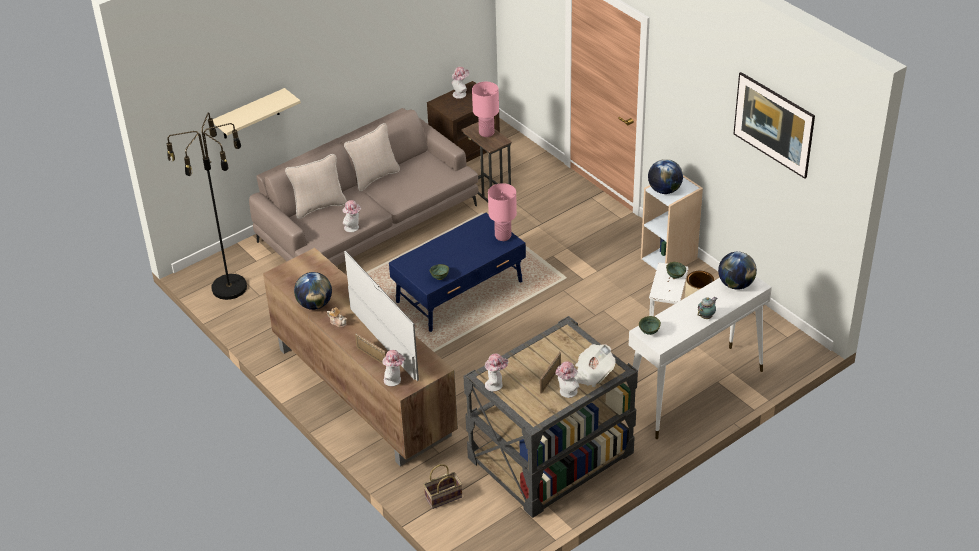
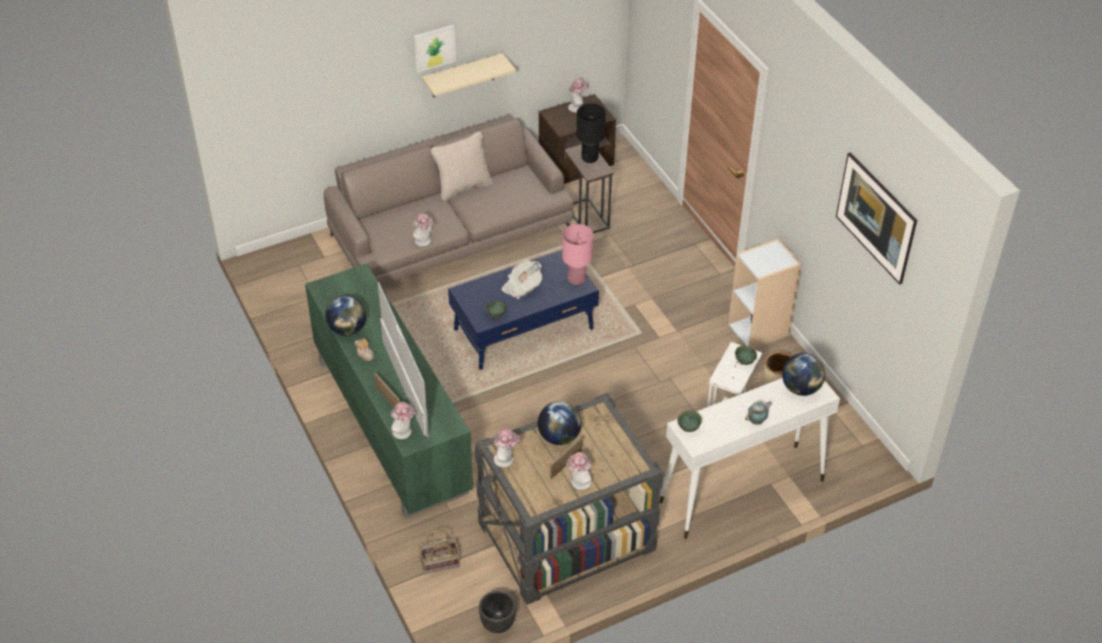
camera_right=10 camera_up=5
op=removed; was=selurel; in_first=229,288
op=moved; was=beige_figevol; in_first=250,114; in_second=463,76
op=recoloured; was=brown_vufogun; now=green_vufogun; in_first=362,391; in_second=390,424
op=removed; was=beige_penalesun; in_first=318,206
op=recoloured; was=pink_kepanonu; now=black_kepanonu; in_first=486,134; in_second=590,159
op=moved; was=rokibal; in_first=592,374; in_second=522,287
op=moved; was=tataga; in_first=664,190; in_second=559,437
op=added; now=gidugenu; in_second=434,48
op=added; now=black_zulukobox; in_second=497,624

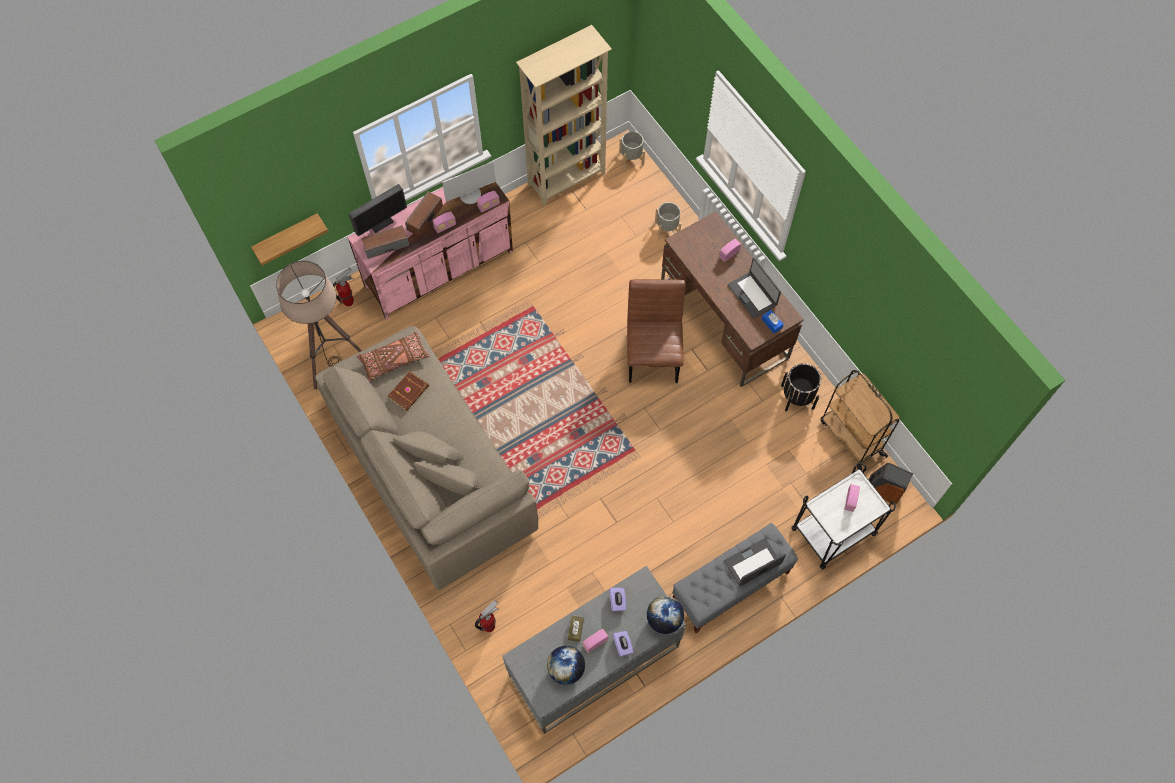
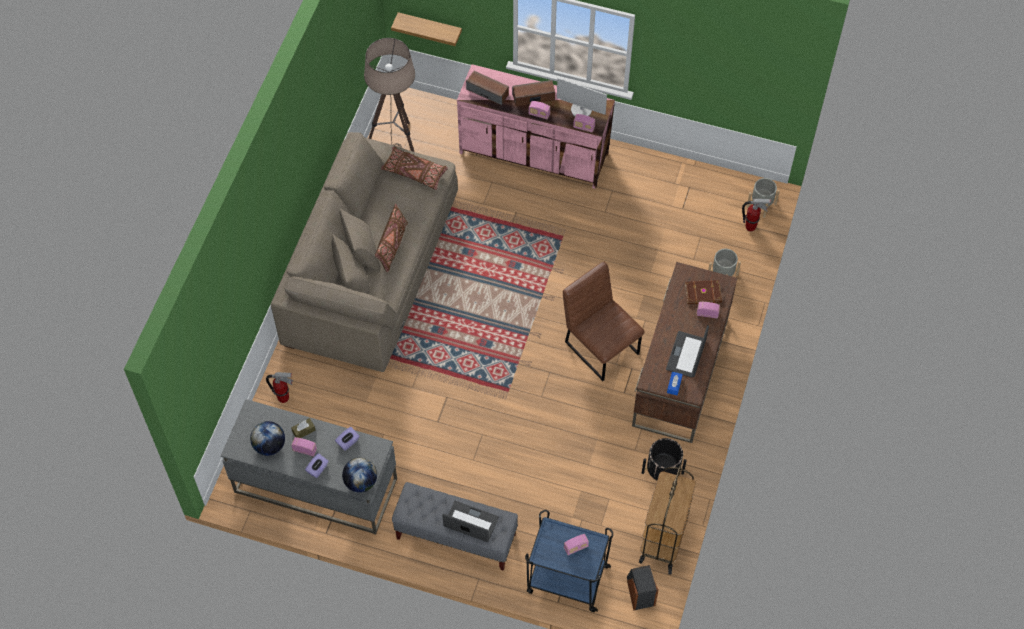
camera_right=50 camera_up=-5
op=moved; was=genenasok; in_first=349,301; in_second=751,227
op=removed; was=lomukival; in_first=382,224
op=moved; was=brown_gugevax; in_first=409,392; in_second=703,294
op=removed; was=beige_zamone; in_first=567,179
op=turned; was=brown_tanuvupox; in_first=653,355; in_second=600,346; clockwise=-90
op=recoloured; was=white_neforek; now=blue_neforek; in_first=832,532; in_second=566,579
op=added; now=brown_penalesun; in_second=392,246

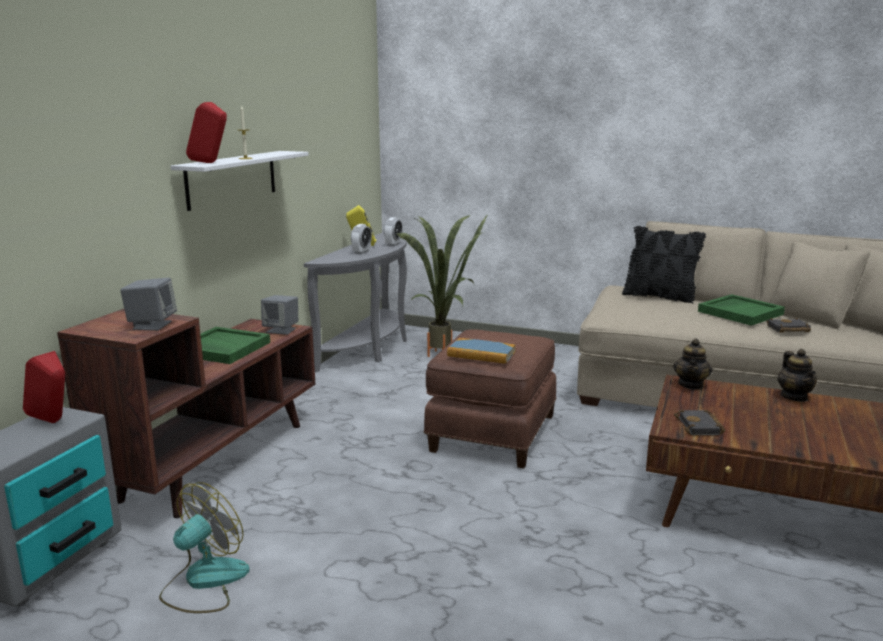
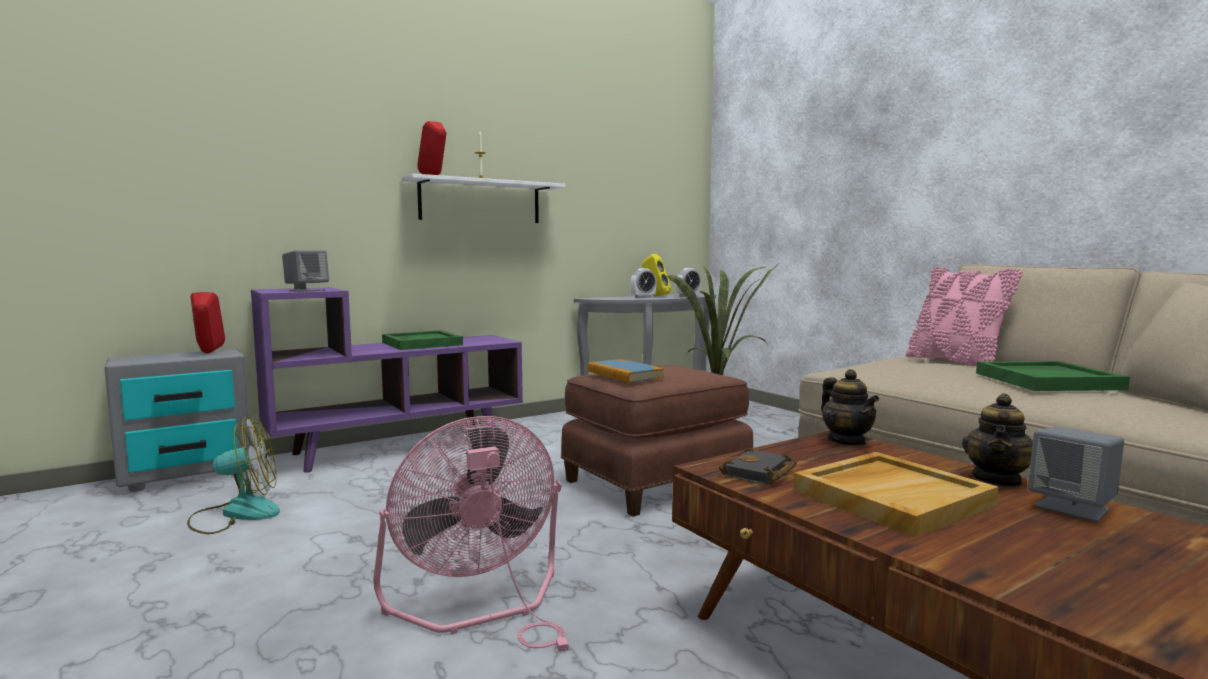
camera_right=35 camera_up=-10
op=recoloured; was=brown_vufogun; now=purple_vufogun; in_first=217,459; in_second=400,446
op=moved; was=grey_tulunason; in_first=281,330; in_second=1073,508
op=recoloured; was=black_penalesun; now=pink_penalesun; in_first=660,297; in_second=956,362
op=turned; was=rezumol; in_first=691,385; in_second=847,441; clockwise=-75
op=removed; was=black_gugevax; in_first=787,329
op=added; now=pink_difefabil; in_second=489,608
op=added; now=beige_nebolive; in_second=891,497

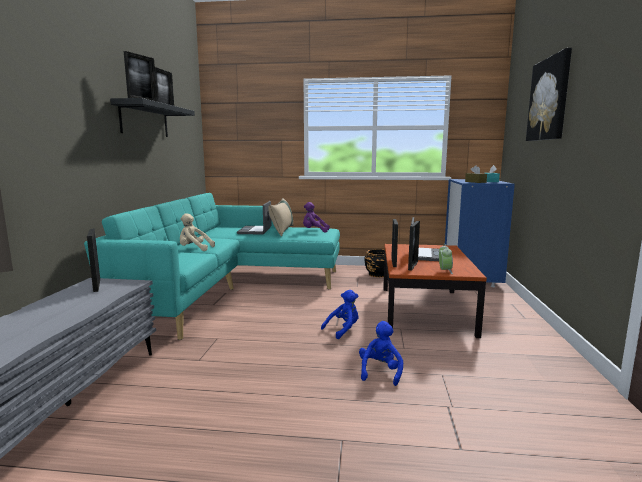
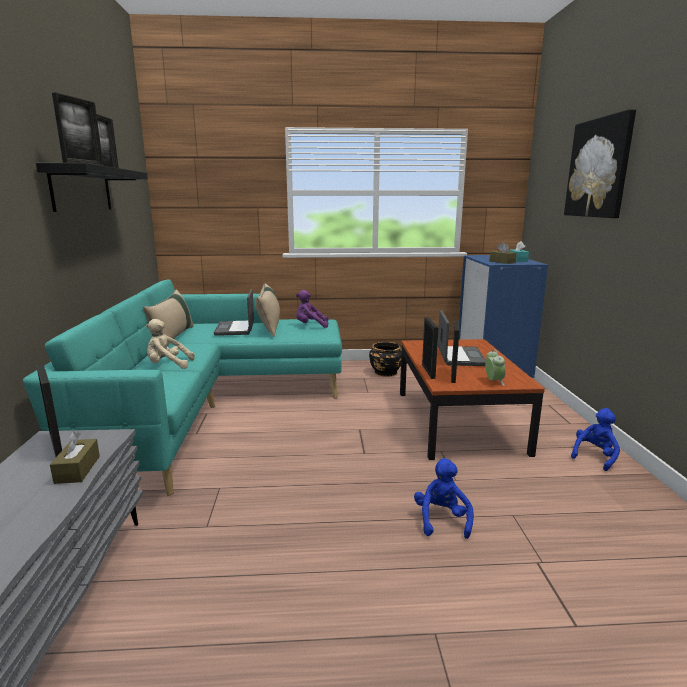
camera_right=-10 camera_up=5
op=moved; was=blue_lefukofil; in_first=343,330; in_second=595,456
op=added; now=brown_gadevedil; in_second=77,469
op=added; now=beige_penalesun; in_second=173,337

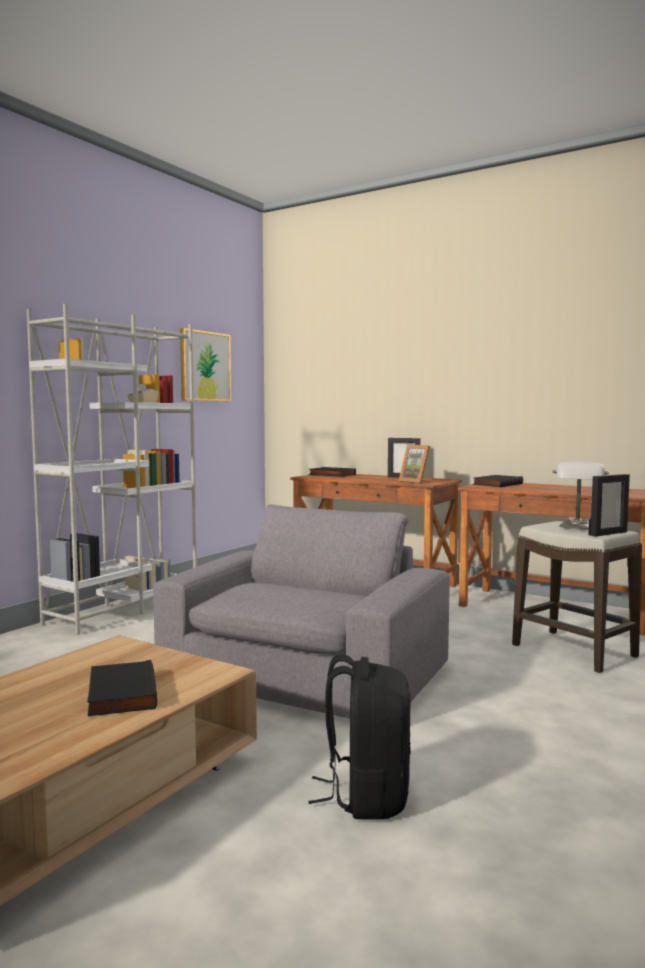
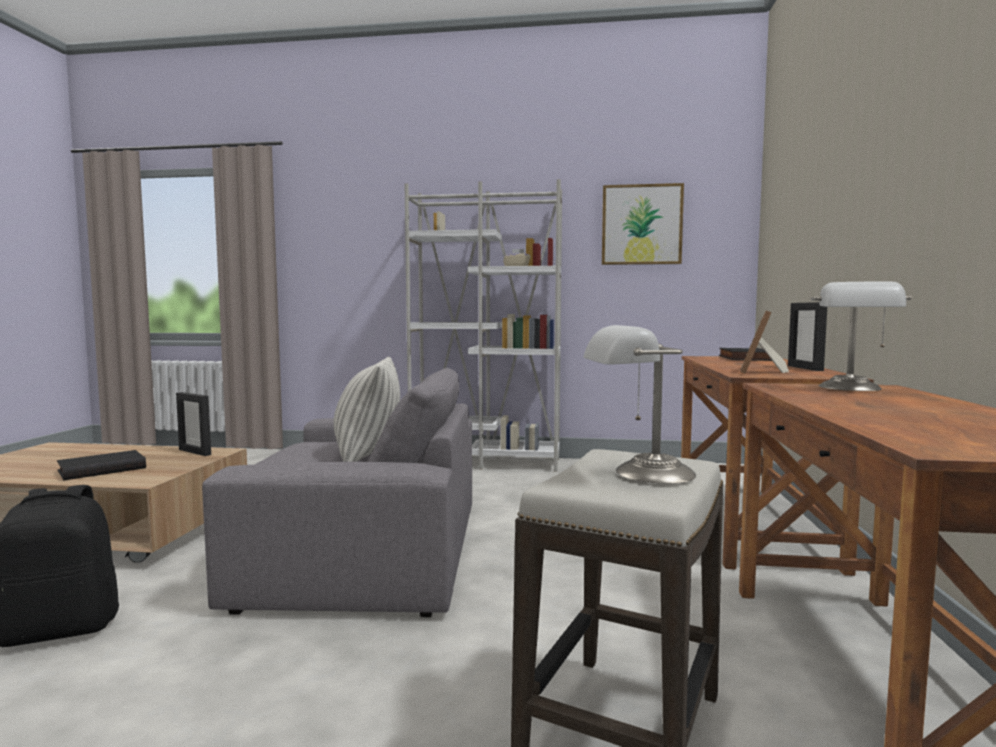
camera_right=65 camera_up=0
op=replaced; was=black_gugevax; now=white_kepanonu; in_first=497,484; in_second=854,389
op=moved; was=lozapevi; in_first=607,533; in_second=196,452
op=added; now=penalesun; in_second=367,456

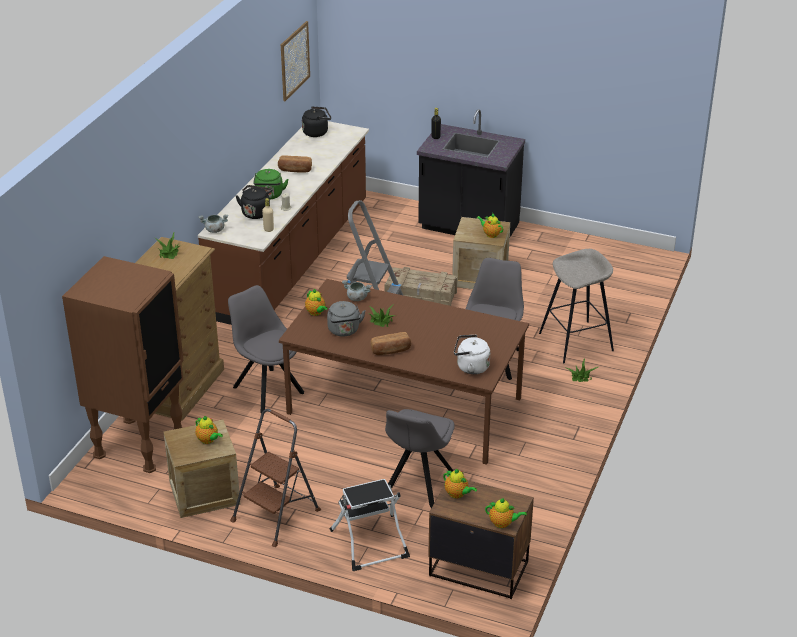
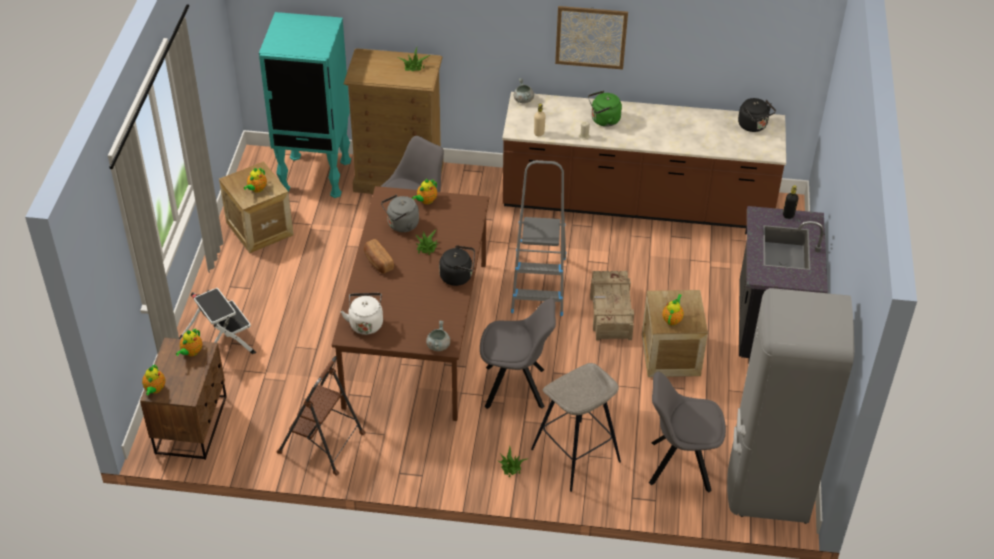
camera_right=75 camera_up=10
op=recoloured; was=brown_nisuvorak; now=turquoise_nisuvorak; in_first=141,443; in_second=315,176
op=moved; was=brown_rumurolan; in_first=277,513; in_second=323,443
op=moved; was=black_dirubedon; in_first=256,212; in_second=458,276
op=removed; was=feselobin; in_first=295,170
op=moved; was=gidugenu; in_first=294,60; in_second=591,36
op=moved; was=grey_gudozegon; in_first=356,298; in_second=438,345
op=moved; was=grey_tanuvupox; in_first=418,483; in_second=680,466
op=added; now=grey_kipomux; in_second=766,488

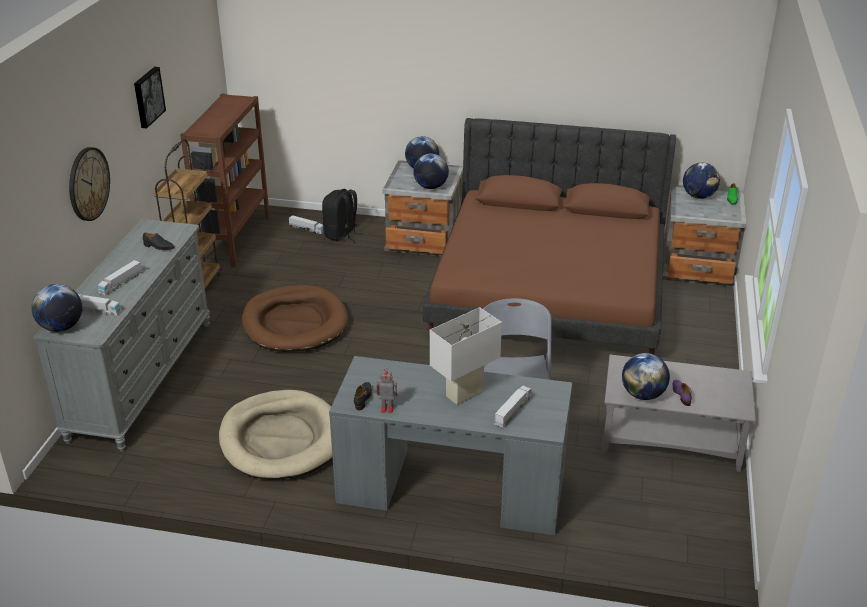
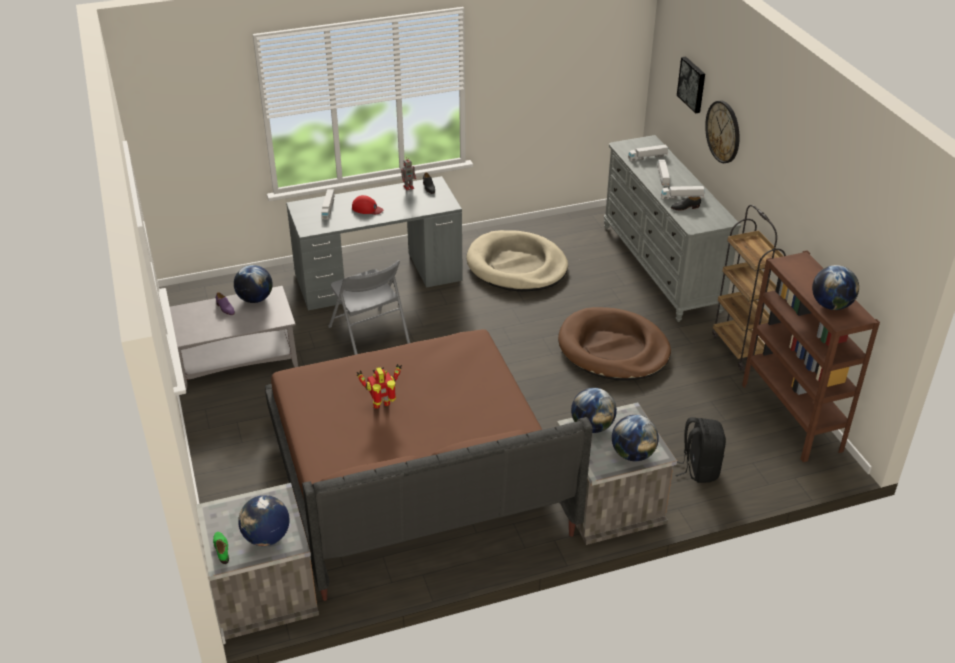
camera_right=150 camera_up=5
op=moved; was=tataga; in_first=62,327; in_second=831,305
op=moved; was=gidugenu; in_first=147,97; in_second=692,84
op=moved; was=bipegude; in_first=306,229; in_second=682,197
op=replaced; was=white_kepanonu; now=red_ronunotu; in_first=464,394; in_second=367,208
op=added; now=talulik; in_second=382,405

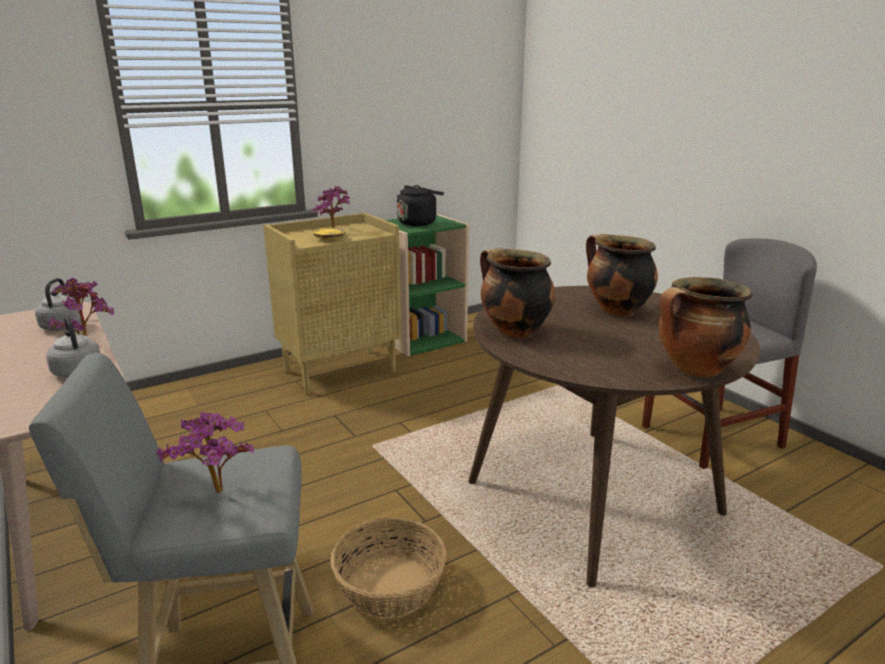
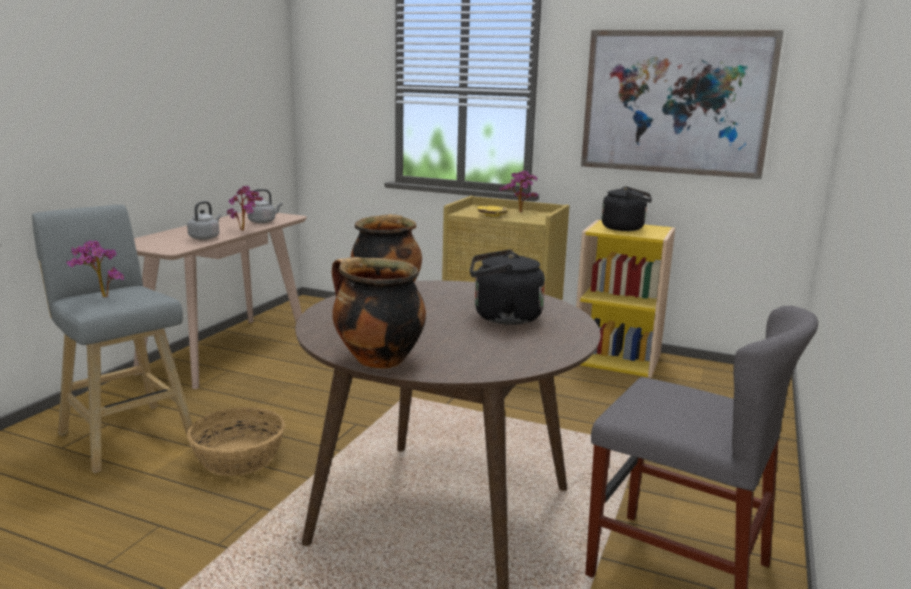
camera_right=55 camera_up=-5
op=recoloured; was=green_zamone; now=yellow_zamone; in_first=423,338; in_second=618,359
op=replaced; was=gudozegon; now=black_dirubedon; in_first=615,310; in_second=502,317
op=added; now=gidugenu; in_second=675,103

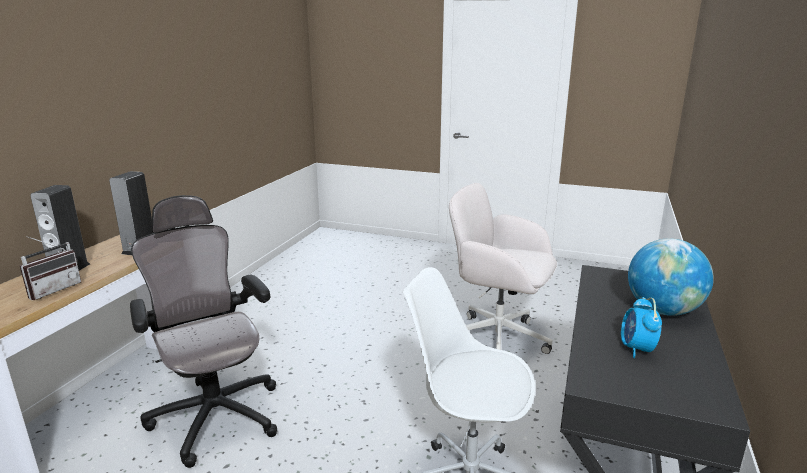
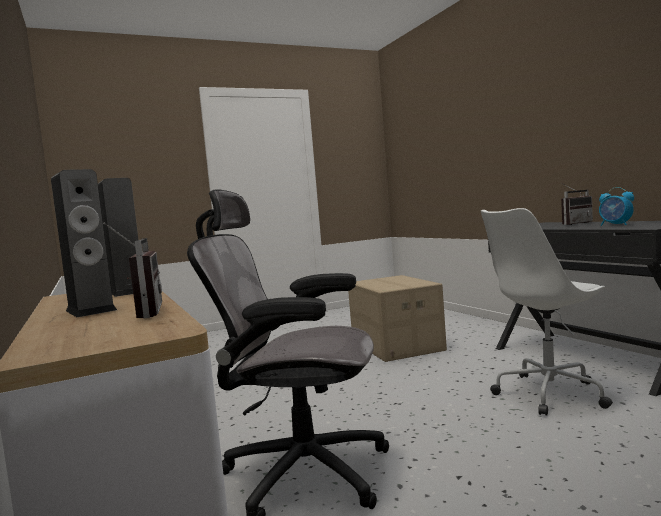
camera_right=-45 camera_up=-15
op=replaced; was=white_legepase; now=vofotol; in_first=498,339; in_second=395,346
op=replaced; was=tataga; now=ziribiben; in_first=663,310; in_second=574,223

